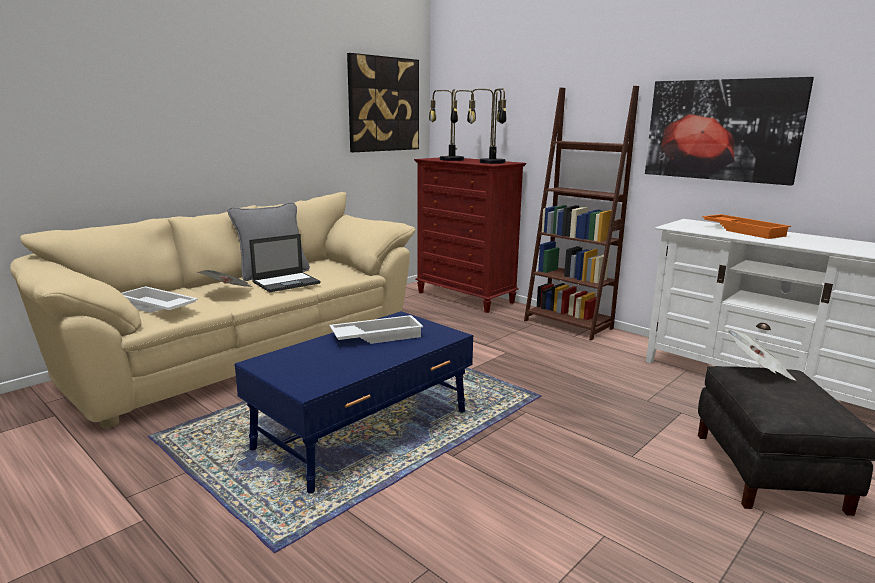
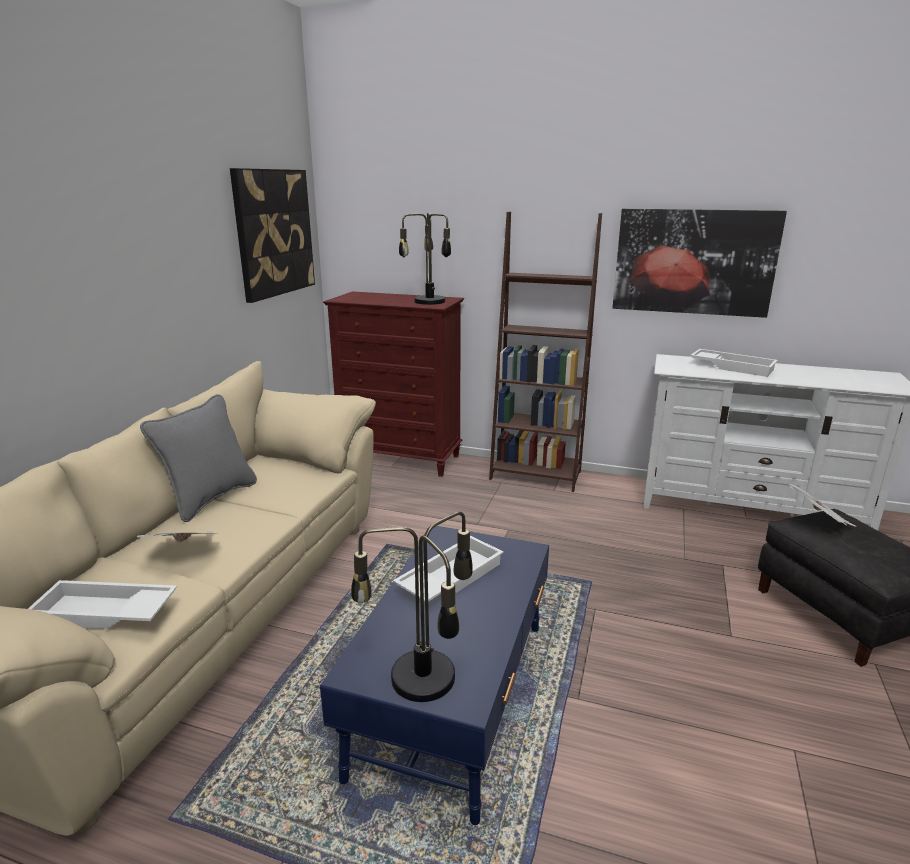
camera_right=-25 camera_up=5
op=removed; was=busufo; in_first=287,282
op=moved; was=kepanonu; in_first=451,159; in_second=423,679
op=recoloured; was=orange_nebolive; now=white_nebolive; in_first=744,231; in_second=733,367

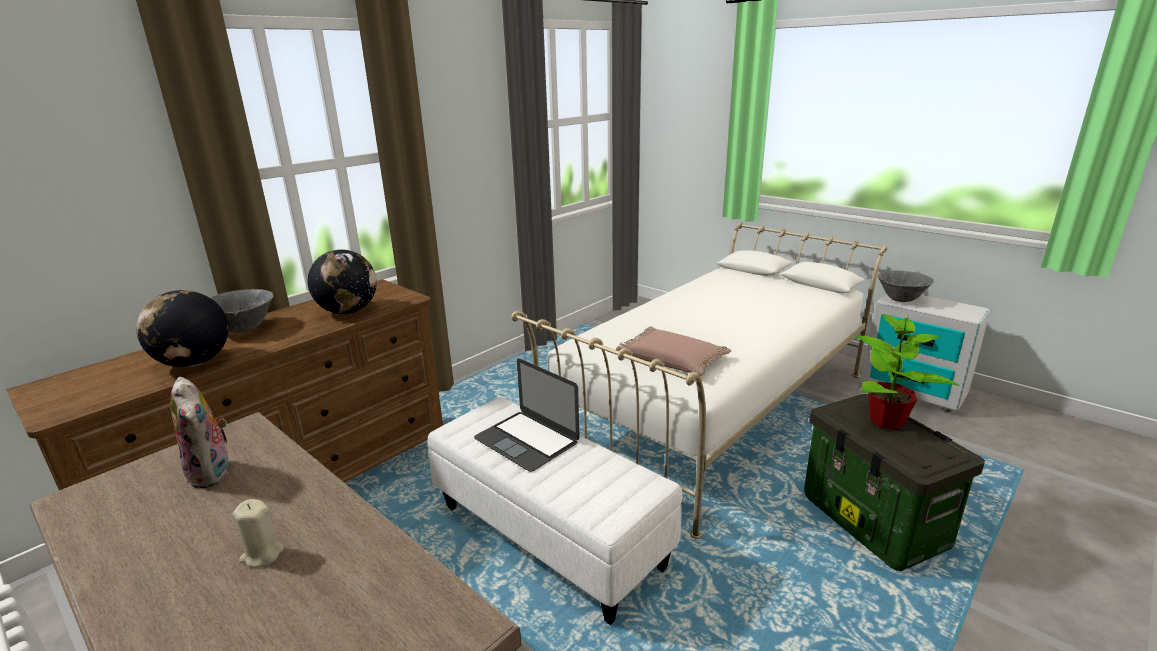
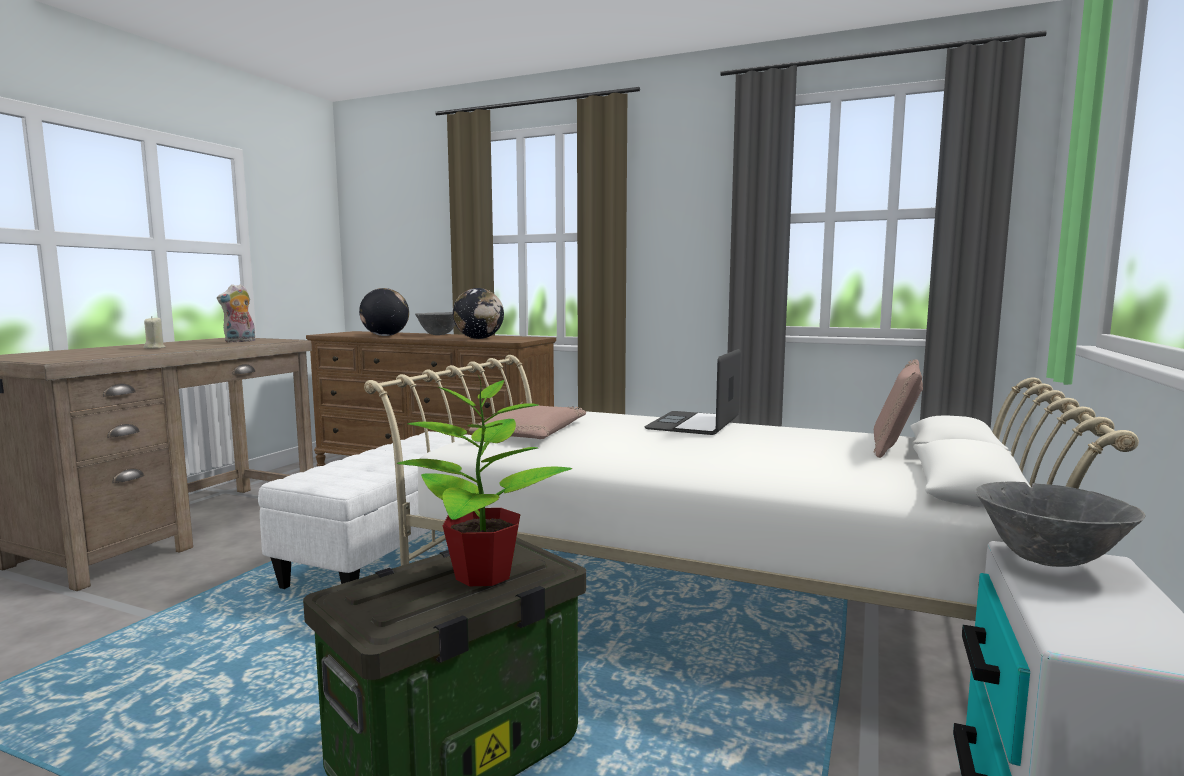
camera_right=70 camera_up=-15
op=moved; was=busufo; in_first=526,440; in_second=694,423
op=added; now=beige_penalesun; in_second=895,445

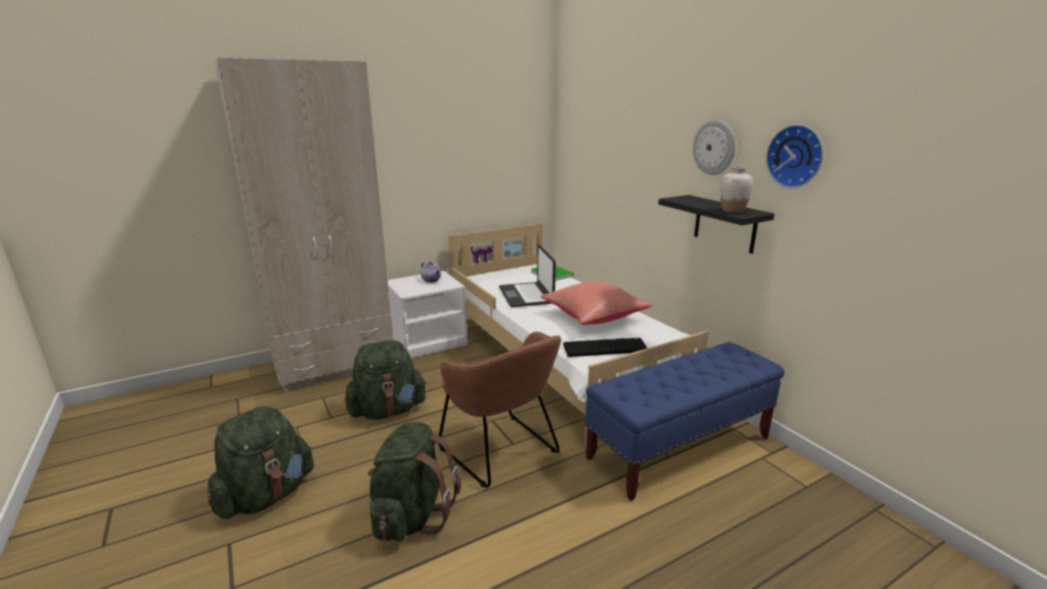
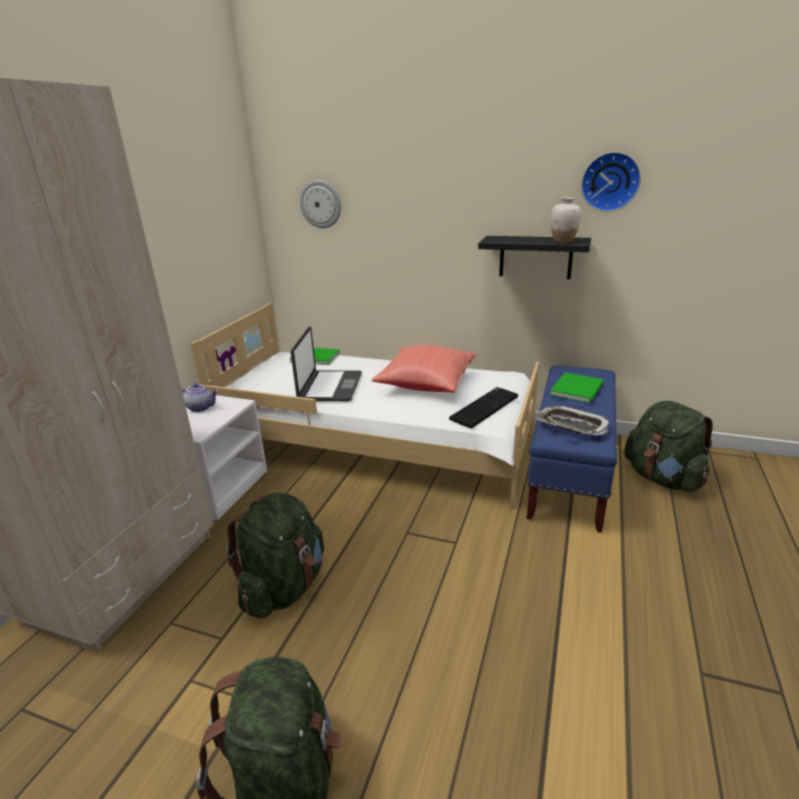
camera_right=-40 camera_up=5
op=moved; was=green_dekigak; in_first=412,515; in_second=662,478
op=removed; was=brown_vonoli; in_first=502,454
op=turned; was=busufo; in_first=526,295; in_second=330,387; clockwise=-120
op=moved; was=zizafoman; in_first=714,147; in_second=321,204
op=added; now=nebolive; in_second=571,425
op=added; now=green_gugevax; in_second=578,389

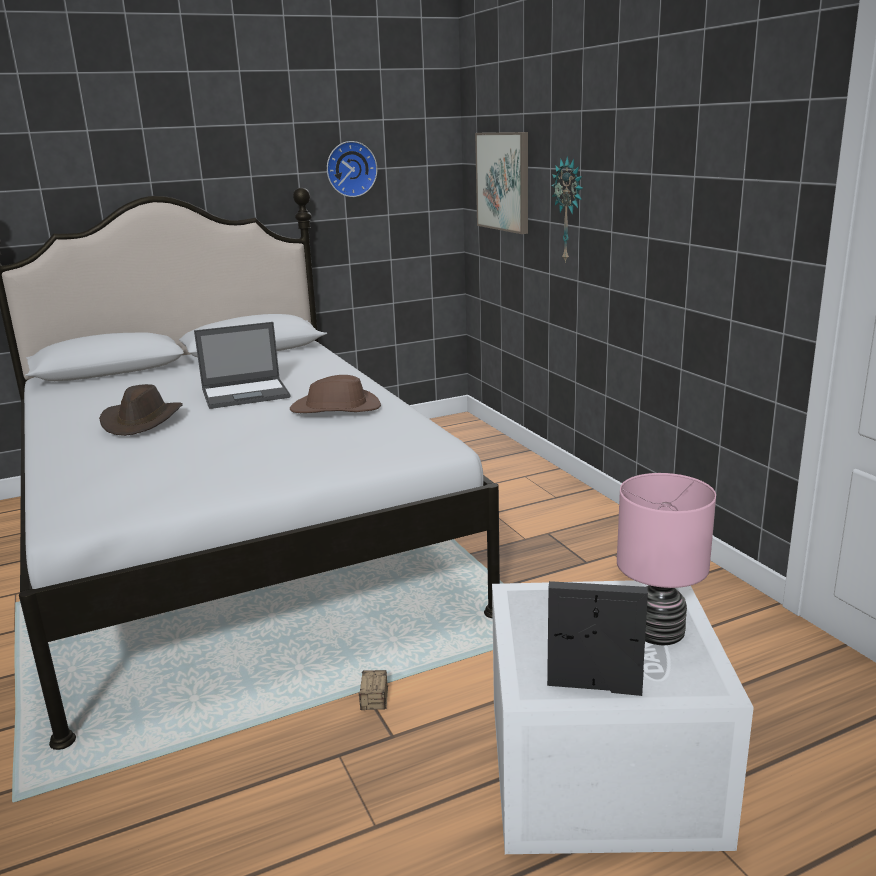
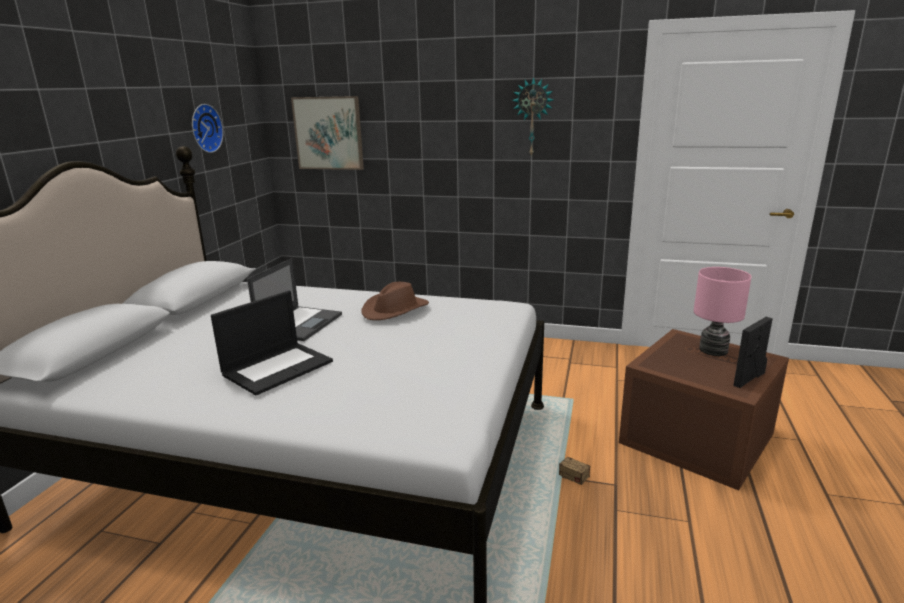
camera_right=-50 camera_up=0
op=replaced; was=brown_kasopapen; now=busufo; in_first=142,421; in_second=278,367
op=recoloured; was=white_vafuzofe; now=brown_vafuzofe; in_first=596,766; in_second=694,438
op=moved; was=zizafoman; in_first=570,210; in_second=532,117

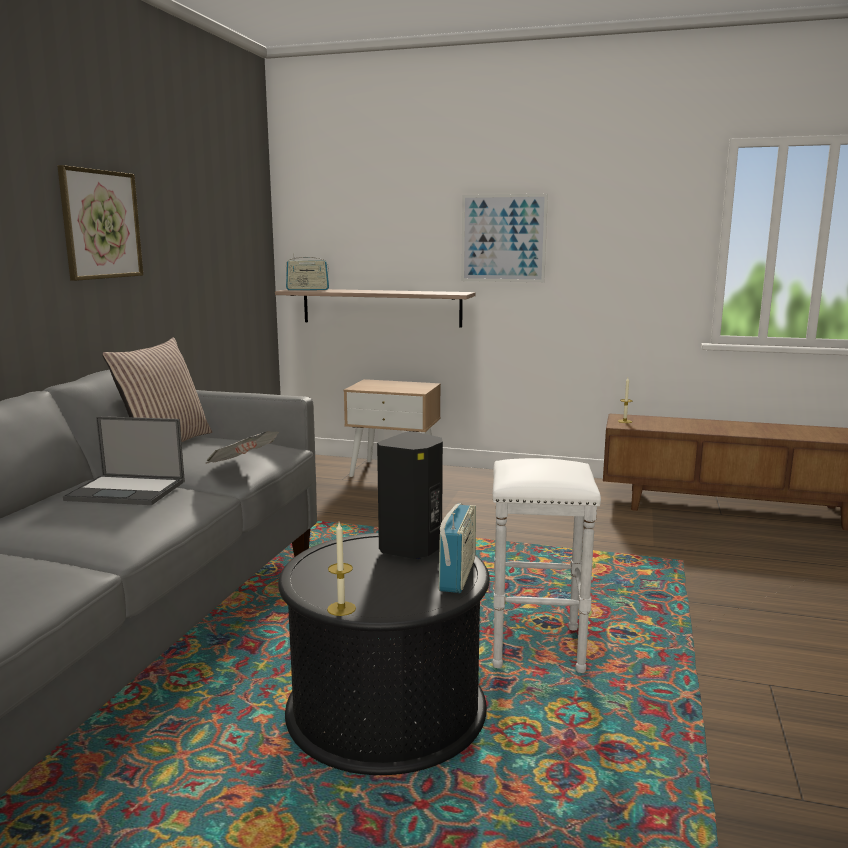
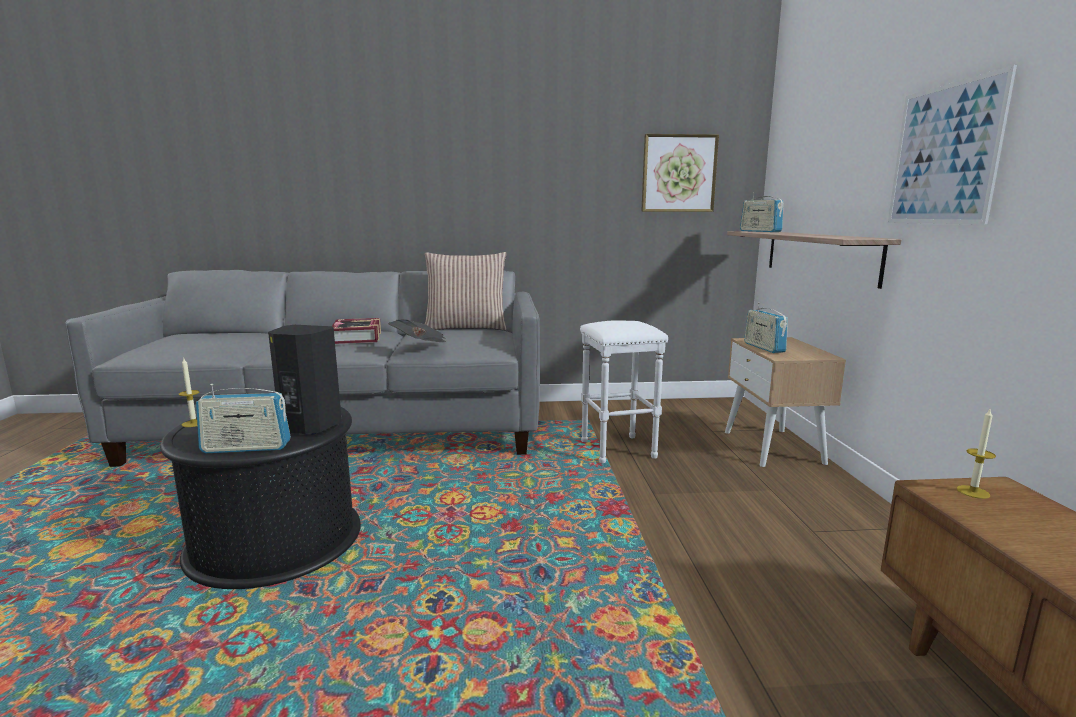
camera_right=70 camera_up=0
op=moved; was=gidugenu; in_first=101,224; in_second=679,173
op=replaced; was=busufo; now=gugevax; in_first=128,490; in_second=357,337
op=moved; was=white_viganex; in_first=538,646; in_second=620,450
op=added; now=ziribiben; in_second=764,347

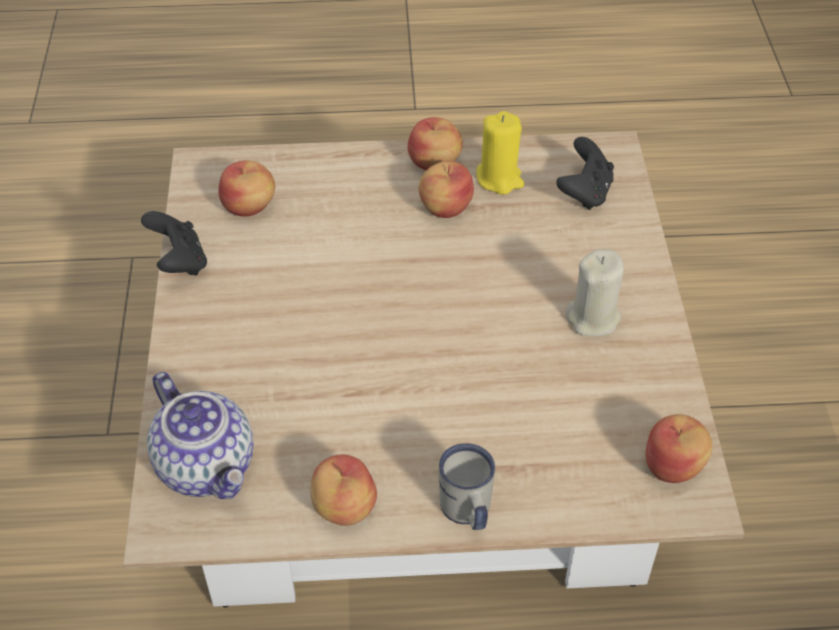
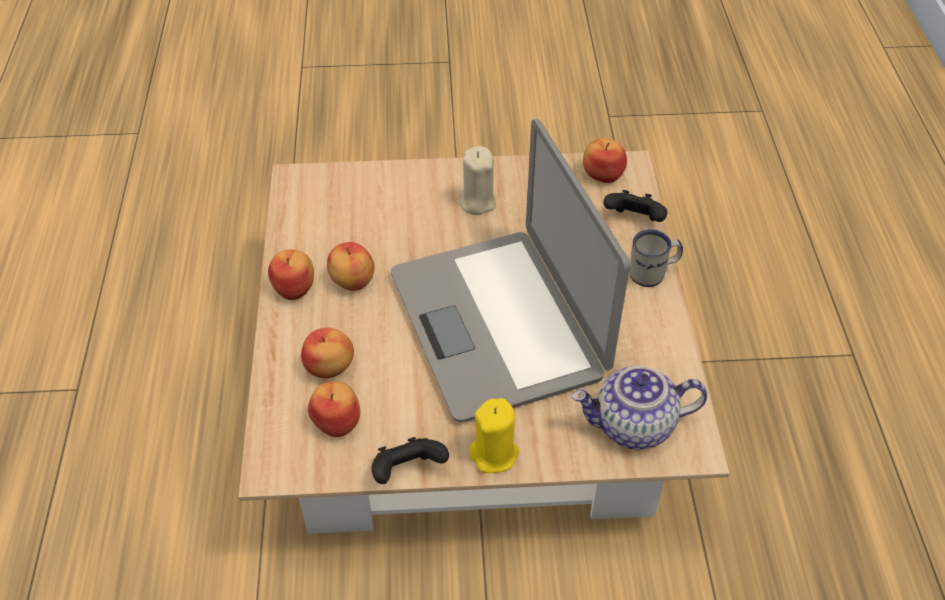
camera_right=-90 camera_up=0
op=turned; was=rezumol; in_first=208,465; in_second=633,426; clockwise=-150
op=moved; was=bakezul; in_first=343,507; in_second=330,368
op=moved; was=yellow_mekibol; in_first=499,178; in_second=494,454
op=moved; was=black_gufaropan; in_first=584,192; in_second=634,220
op=added; now=busufo; in_second=499,323

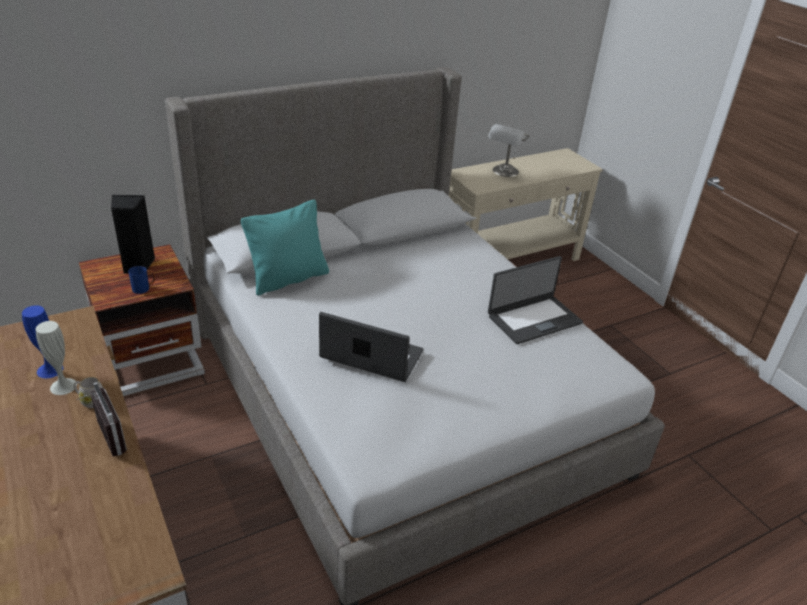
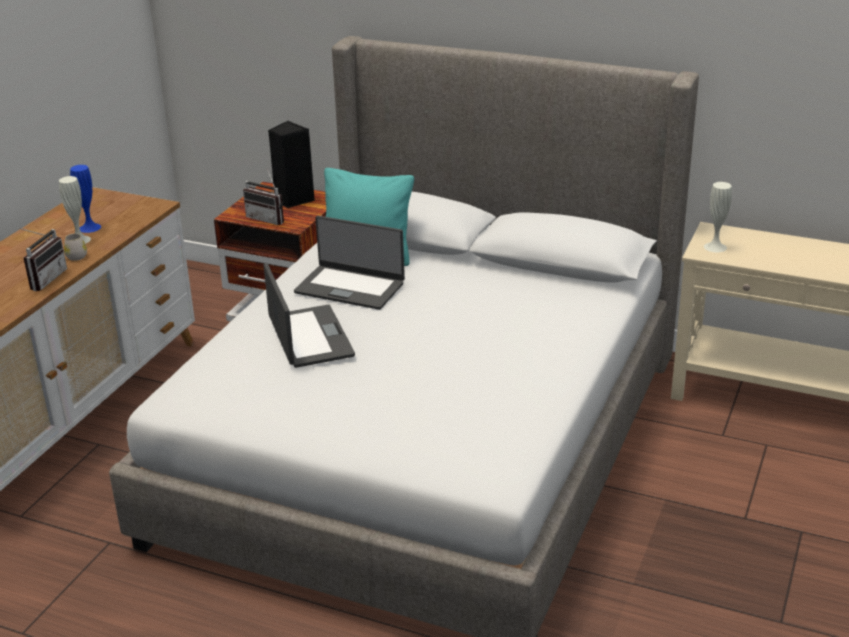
camera_right=55 camera_up=-5
op=replaced; was=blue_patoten; now=ziribiben; in_first=144,289; in_second=268,218
op=removed; was=white_kepanonu; in_first=503,173
op=moved; was=busufo; in_first=533,319; in_second=350,287
op=added; now=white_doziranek; in_second=715,247

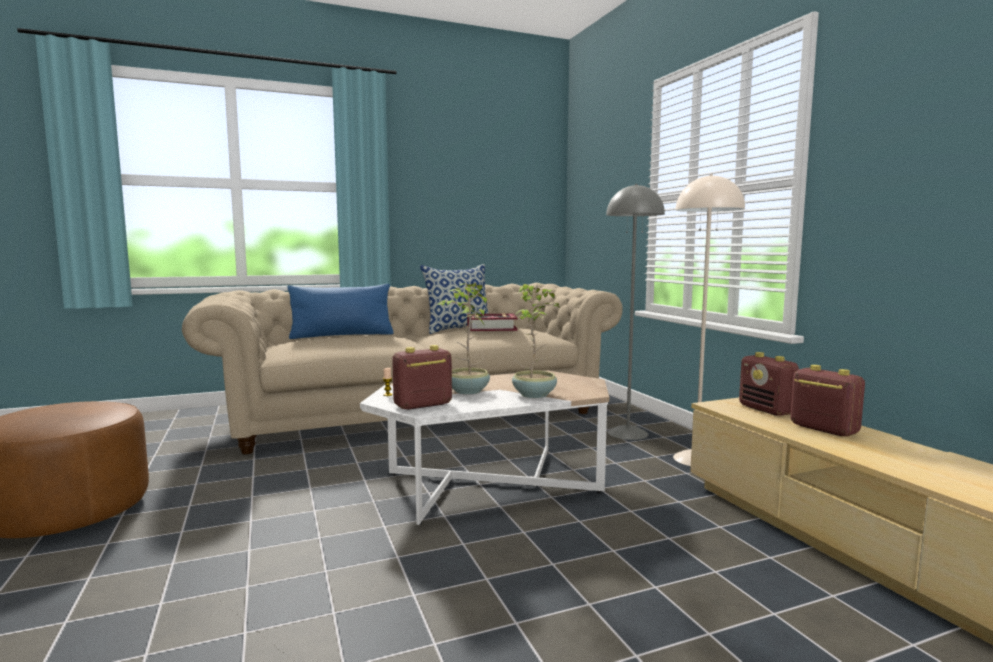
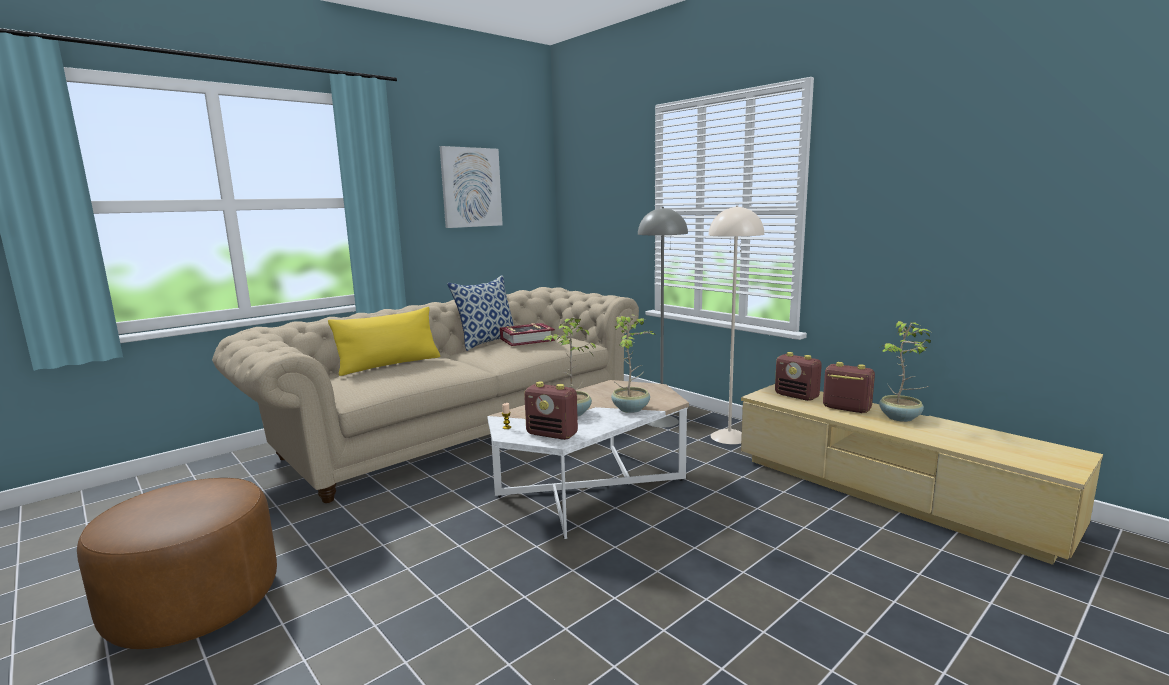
camera_right=-20 camera_up=5
op=recoloured; was=blue_penalesun; now=yellow_penalesun; in_first=342,335; in_second=389,365
op=turned; was=ziribiben; in_first=422,405; in_second=552,434; clockwise=-105
op=added; now=gidugenu; in_second=471,187
op=added; now=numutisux; in_second=901,418

